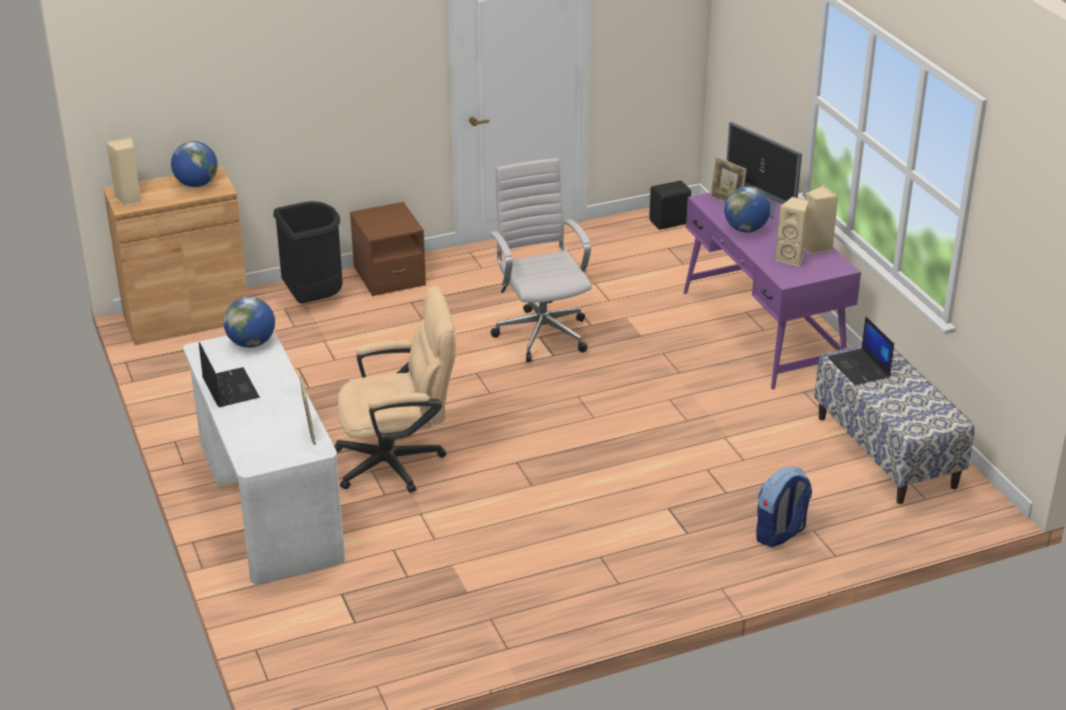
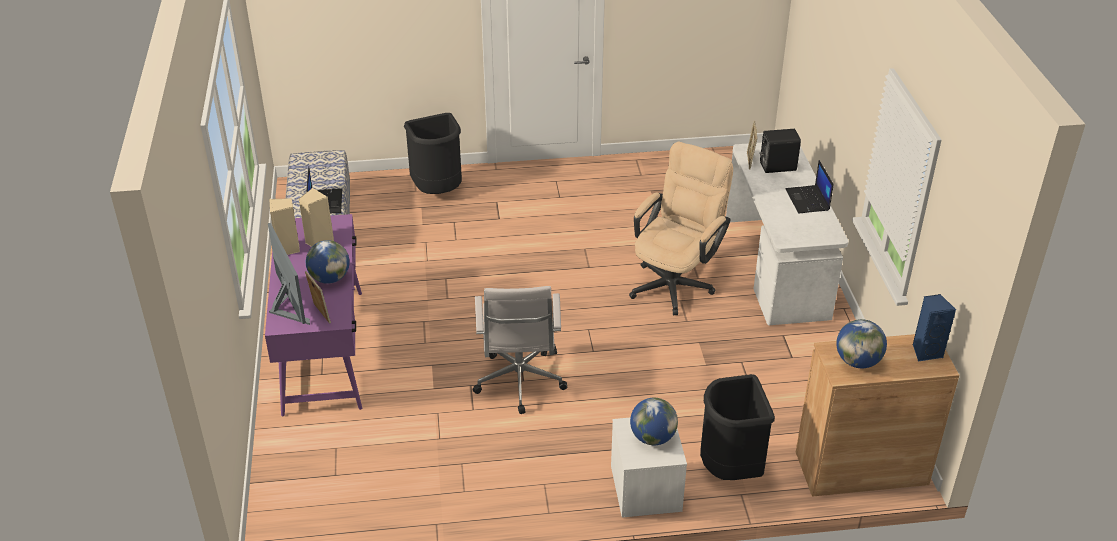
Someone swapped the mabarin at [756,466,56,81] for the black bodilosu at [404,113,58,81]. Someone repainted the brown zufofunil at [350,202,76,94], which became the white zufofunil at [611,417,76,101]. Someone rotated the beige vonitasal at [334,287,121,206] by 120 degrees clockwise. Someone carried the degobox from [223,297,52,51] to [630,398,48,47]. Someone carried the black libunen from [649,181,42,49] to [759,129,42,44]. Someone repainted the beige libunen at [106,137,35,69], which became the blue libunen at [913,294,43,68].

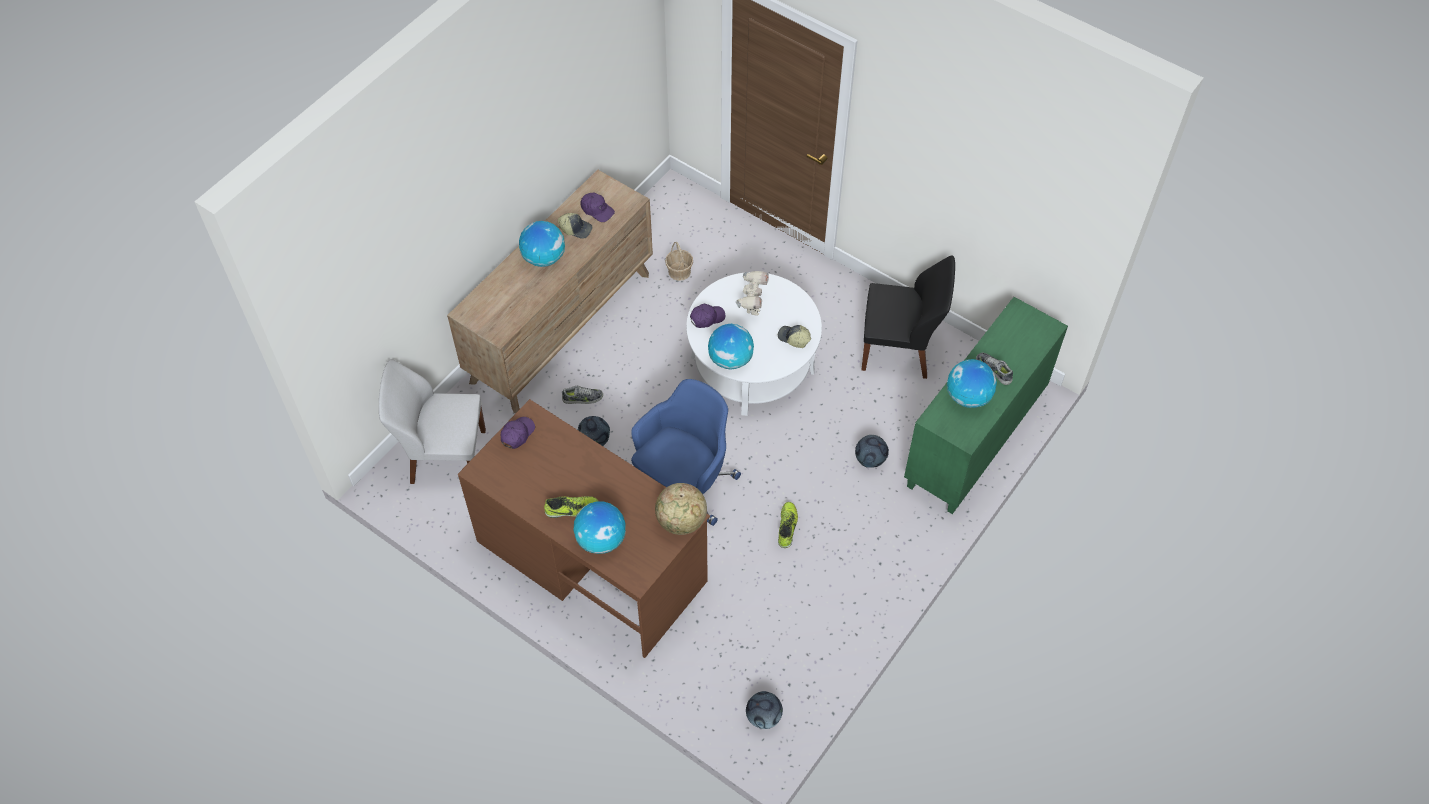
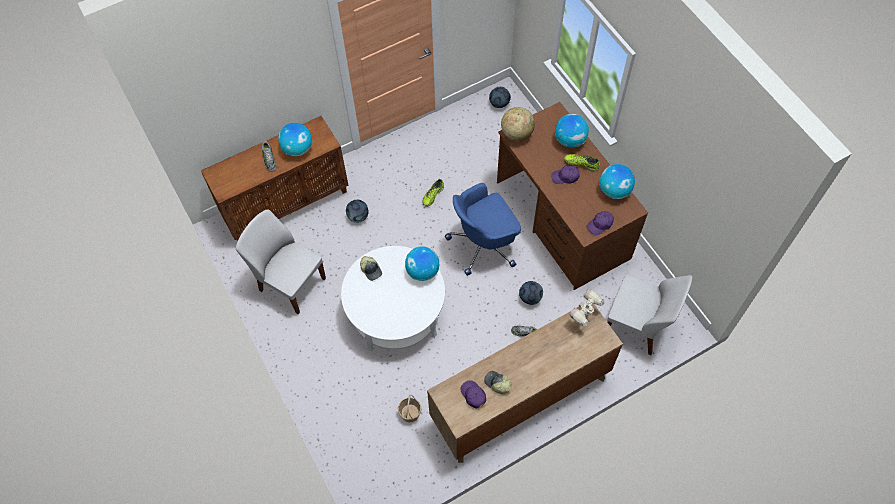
Someone repainted the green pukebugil at [904,297,164,217], which became the brown pukebugil at [201,116,148,125]. Someone repainted the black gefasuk at [861,255,94,124], which became the white gefasuk at [236,209,90,105]. Someone carried the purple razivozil from [690,304,35,24] to [551,166,29,18]. Someone carried the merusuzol from [736,271,33,45] to [569,289,36,38]. Someone carried the degobox from [519,221,46,46] to [599,164,36,35].

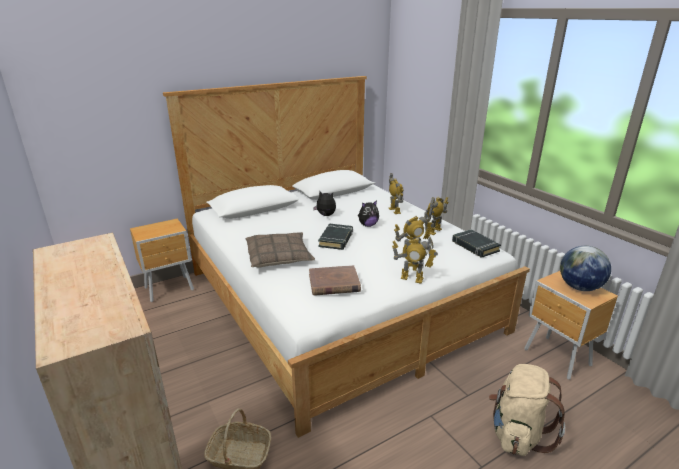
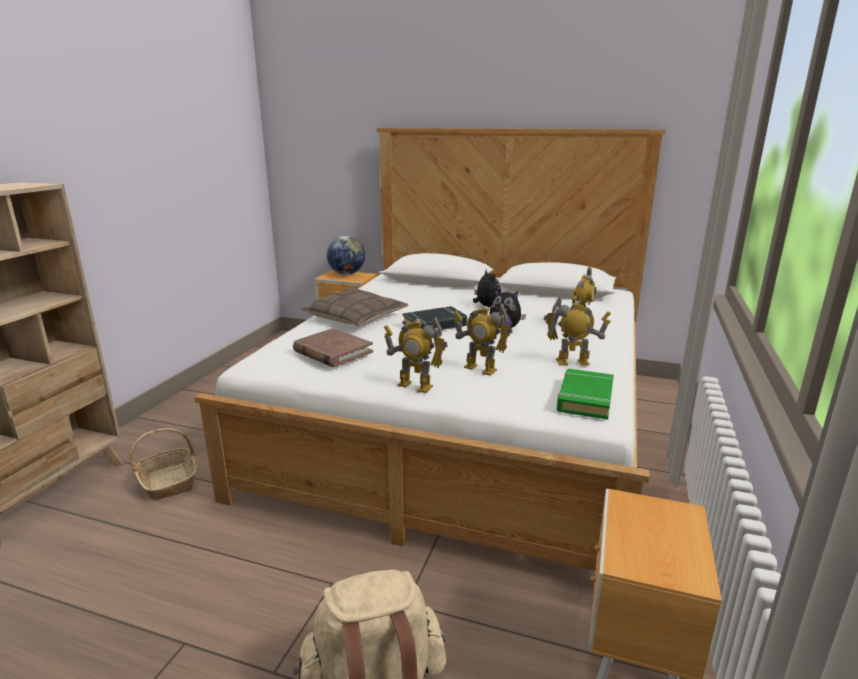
Someone carried the degobox from [560,246,51,45] to [327,236,38,39]. Someone rotated the merusuzol at [392,237,46,47] by 45 degrees counterclockwise. Someone repainted the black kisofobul at [452,229,49,29], which became the green kisofobul at [557,369,57,51].

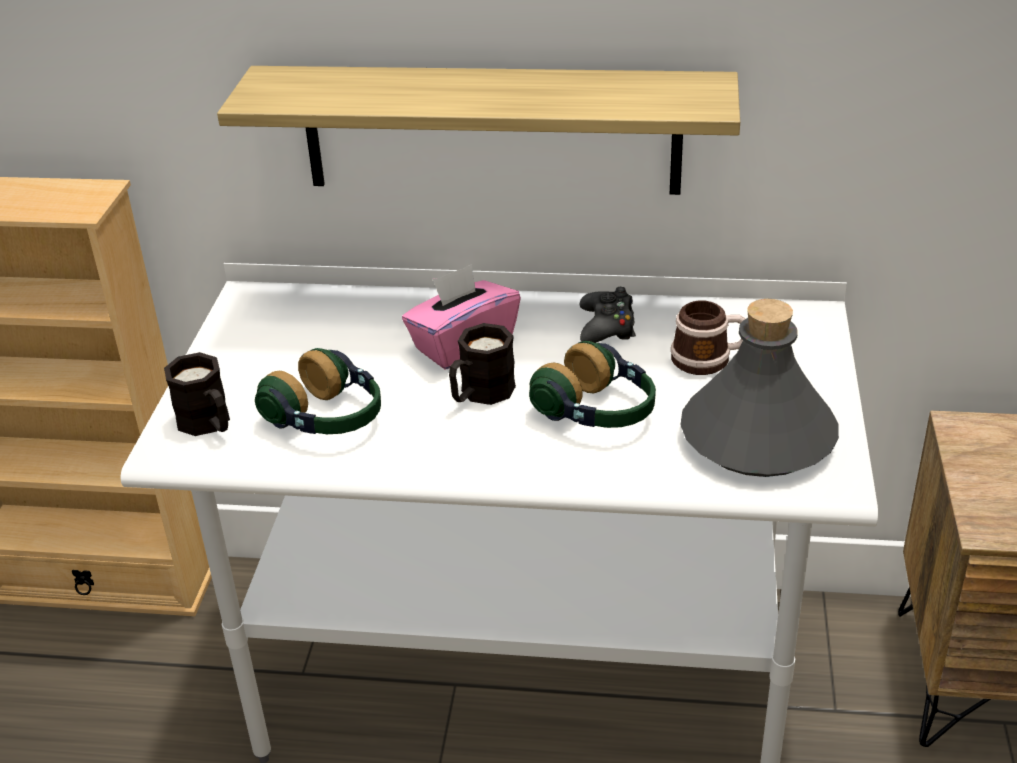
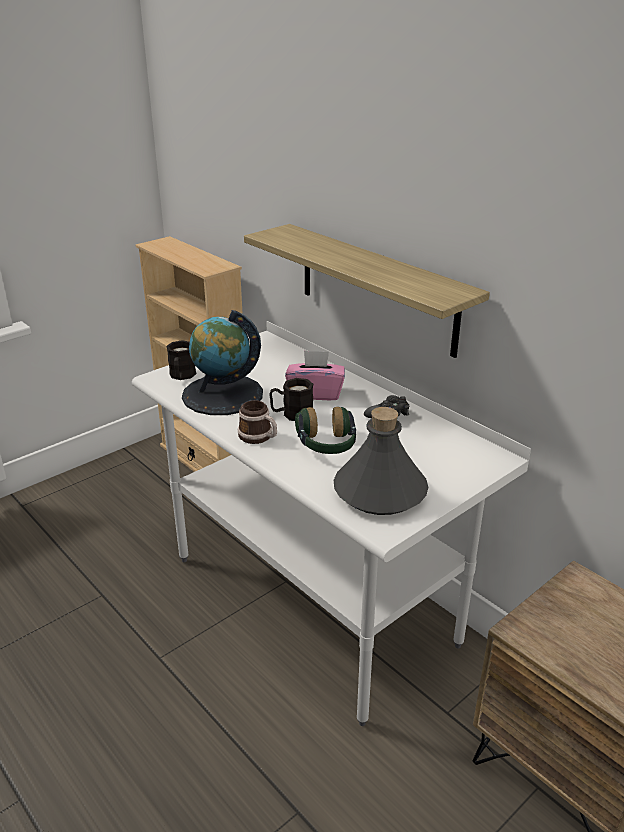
Someone swapped the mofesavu at [255,348,126,86] for the degobox at [182,310,81,105]. Someone carried the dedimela from [671,300,75,75] to [238,400,39,44].

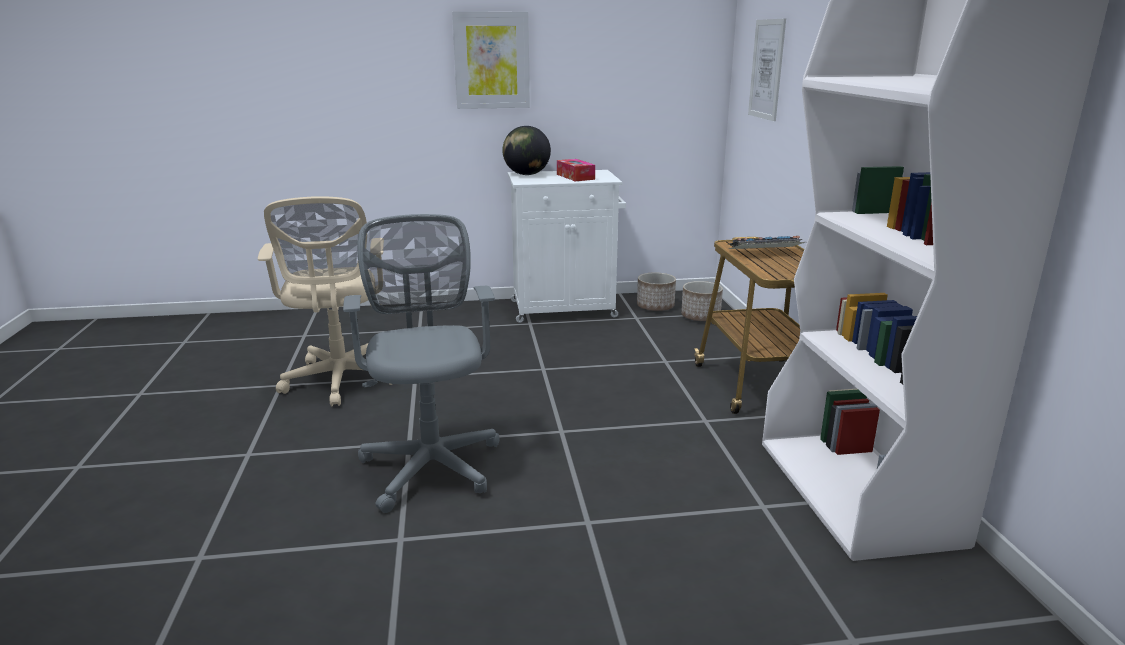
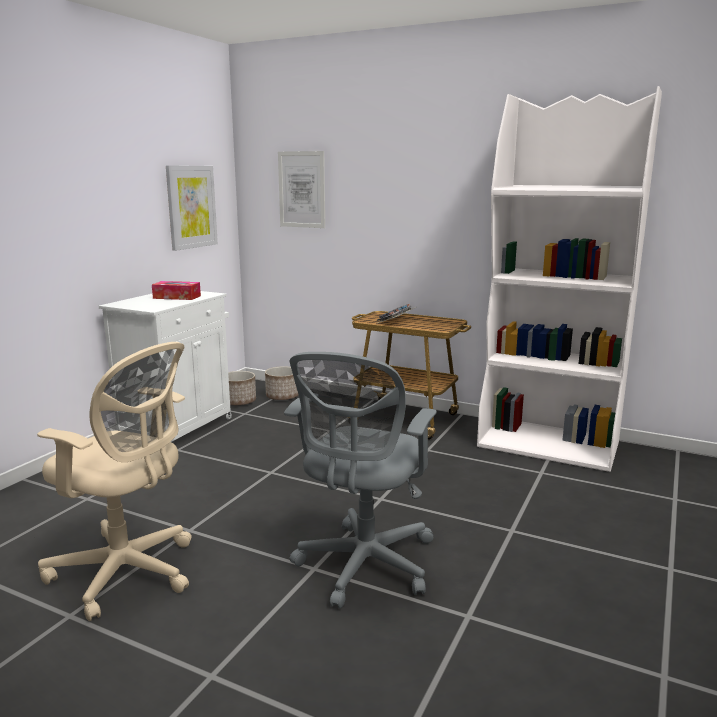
Someone carried the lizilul from [452,11,78,98] to [166,165,52,86]. Someone rotated the grey vonitasal at [343,214,157,299] by 90 degrees counterclockwise. Someone took away the degobox at [502,126,49,49].

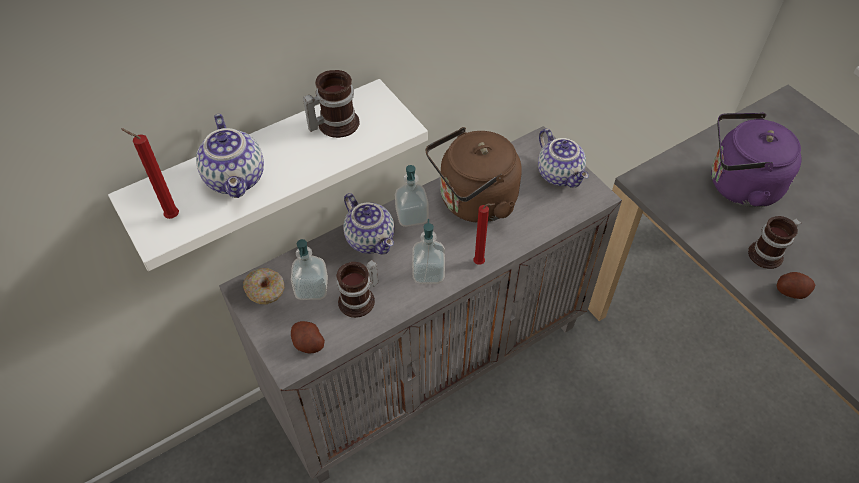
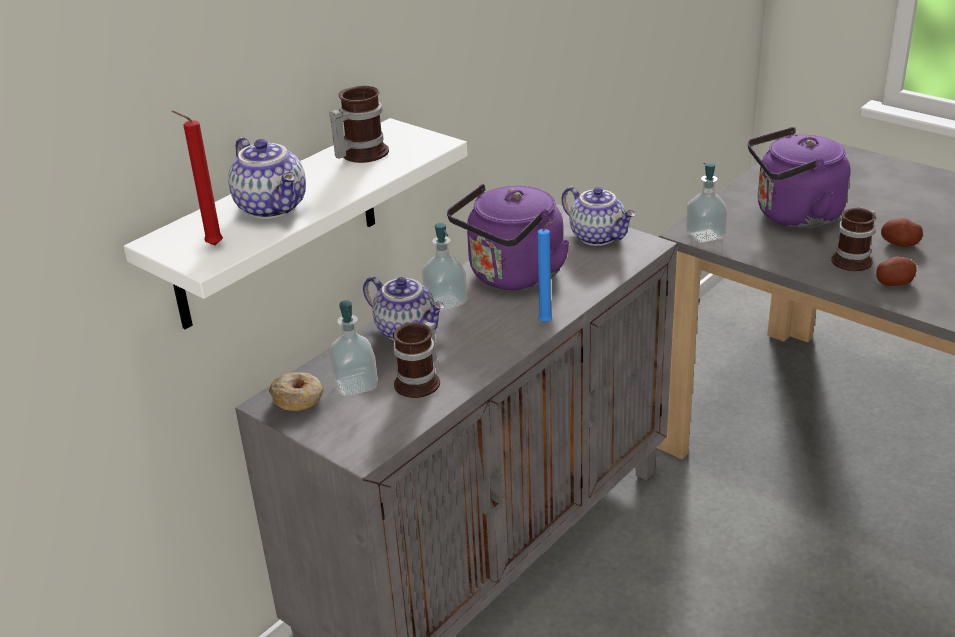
Someone repainted the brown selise at [426,127,96,96], which became the purple selise at [447,184,123,106]. Someone repainted the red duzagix at [473,203,22,62], which became the blue duzagix at [537,220,19,103]. Someone carried the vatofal from [412,219,33,65] to [686,163,41,80]. Someone carried the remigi from [291,321,34,33] to [881,218,42,29].

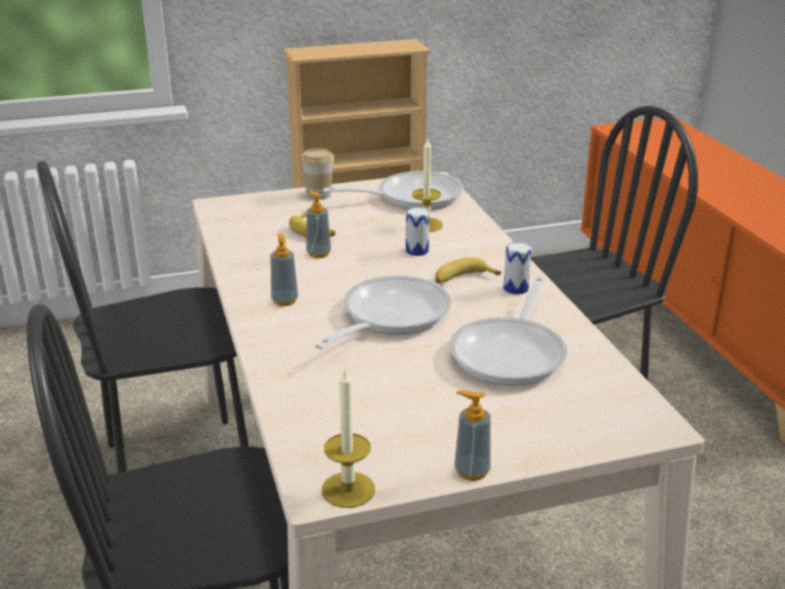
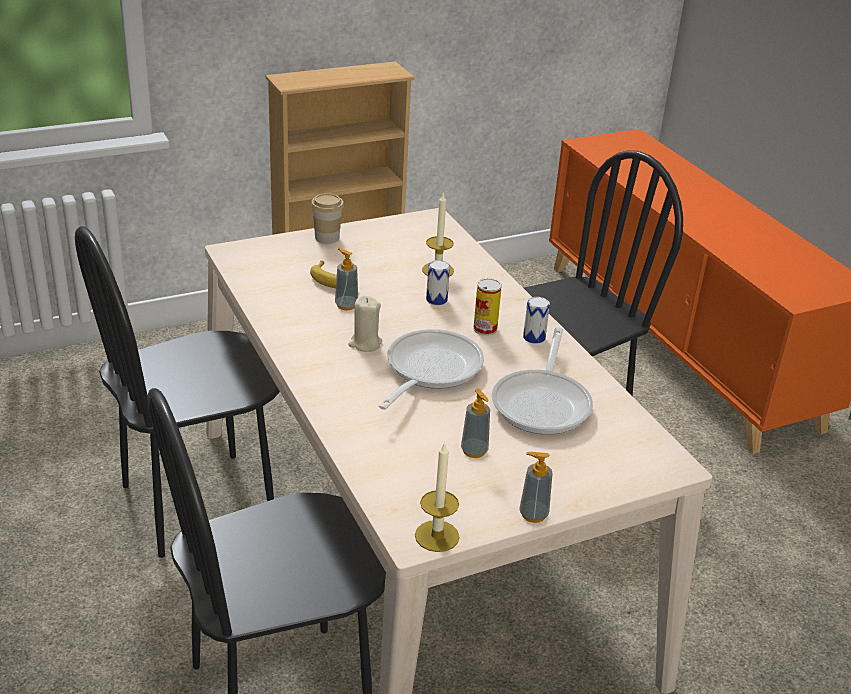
Someone put down the beige duzagix at [348,296,34,56]. Someone carried the vatofal from [271,234,27,72] to [461,389,29,69]. Someone swapped the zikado at [435,258,66,25] for the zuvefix at [473,278,29,58]. Someone took away the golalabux at [323,171,141,39].

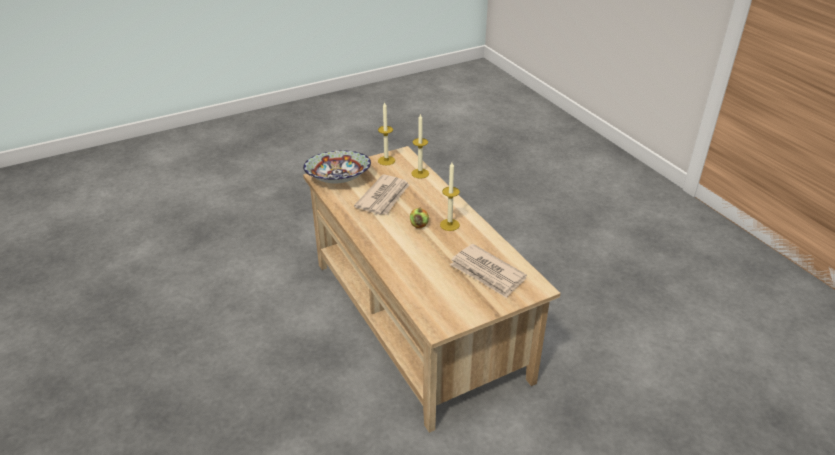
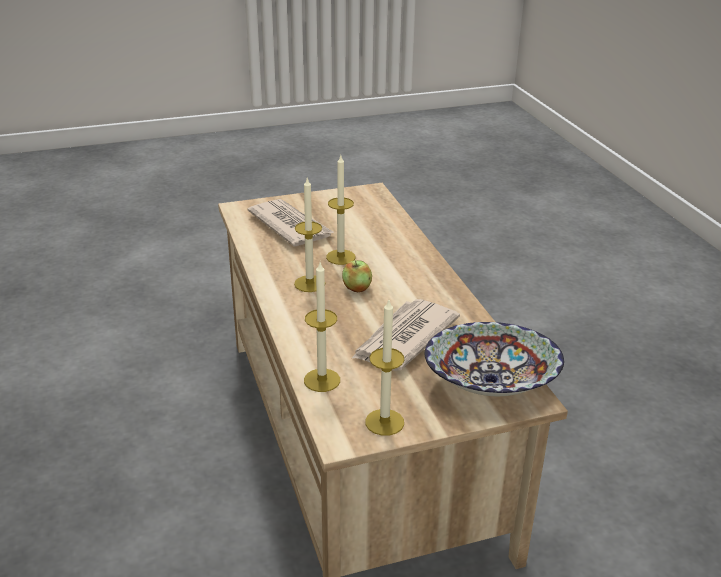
Someone put down the duzagix at [326,156,29,109].

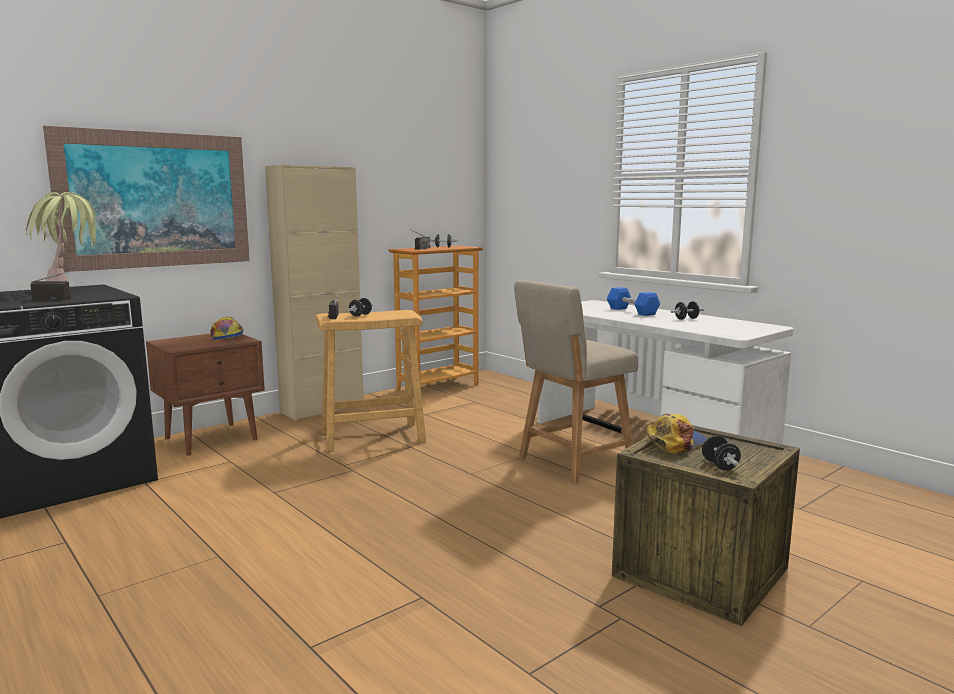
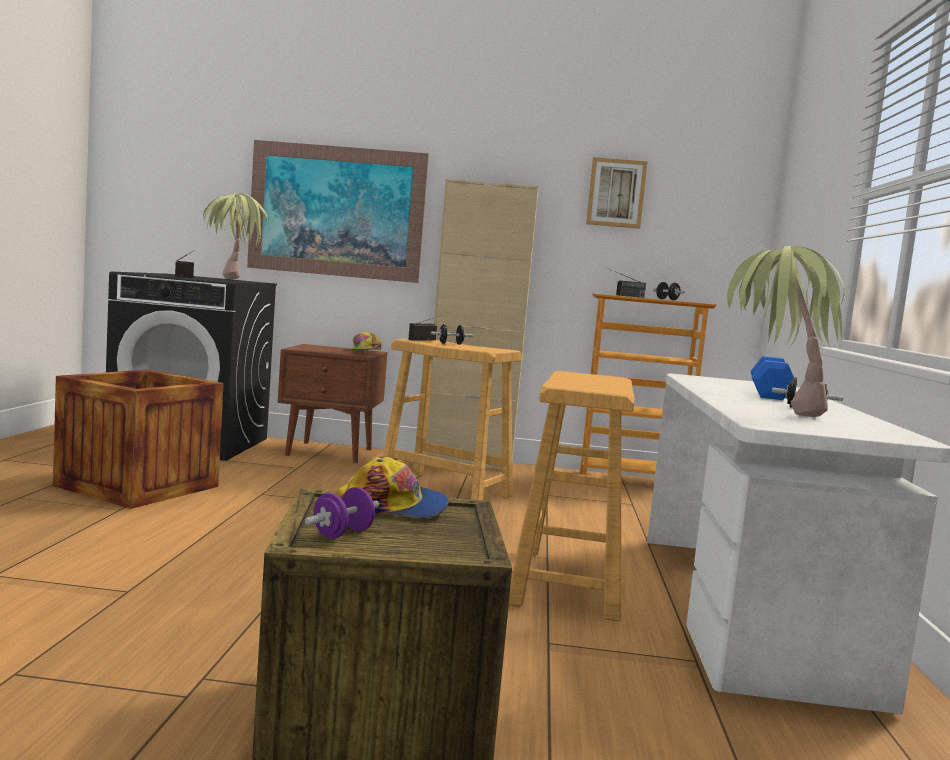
Someone put down the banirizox at [53,370,171,139]. Someone repainted the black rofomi at [702,435,39,36], which became the purple rofomi at [305,487,74,52]. Someone swapped the beige gefasuk at [514,280,124,204] for the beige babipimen at [509,371,126,250]. Someone put up the lizilul at [586,157,62,72]. Someone put down the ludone at [720,246,125,171].

